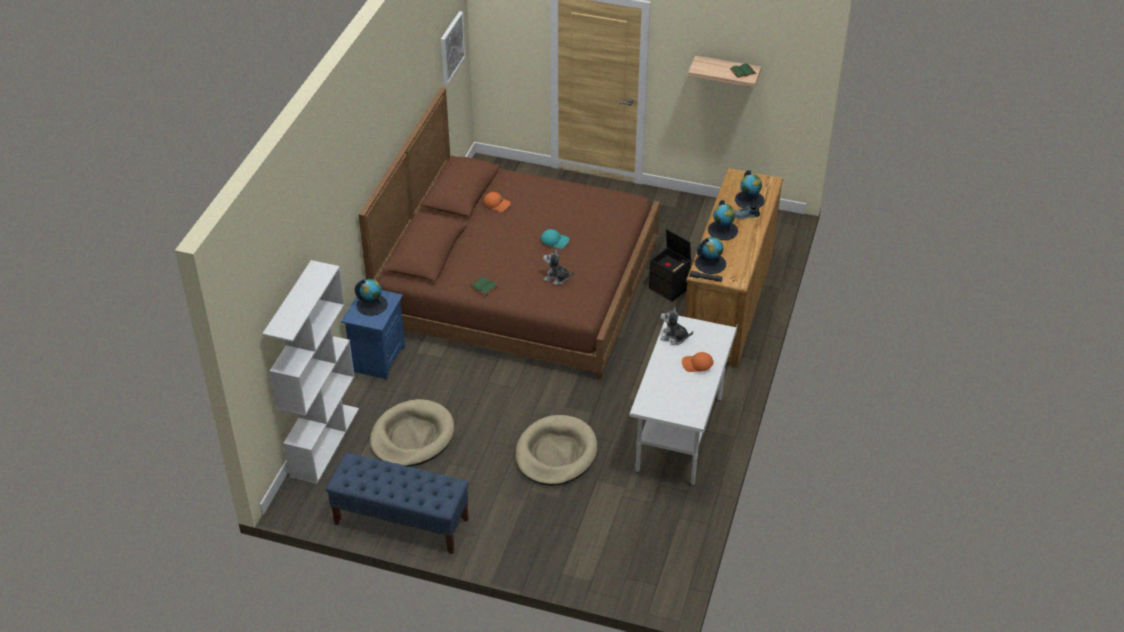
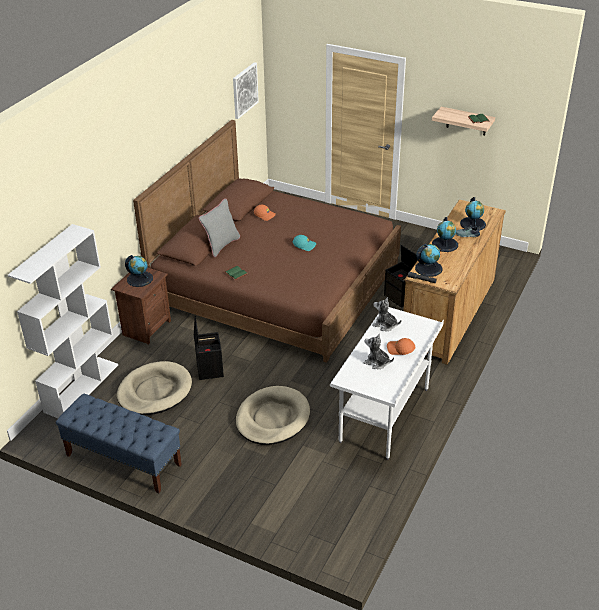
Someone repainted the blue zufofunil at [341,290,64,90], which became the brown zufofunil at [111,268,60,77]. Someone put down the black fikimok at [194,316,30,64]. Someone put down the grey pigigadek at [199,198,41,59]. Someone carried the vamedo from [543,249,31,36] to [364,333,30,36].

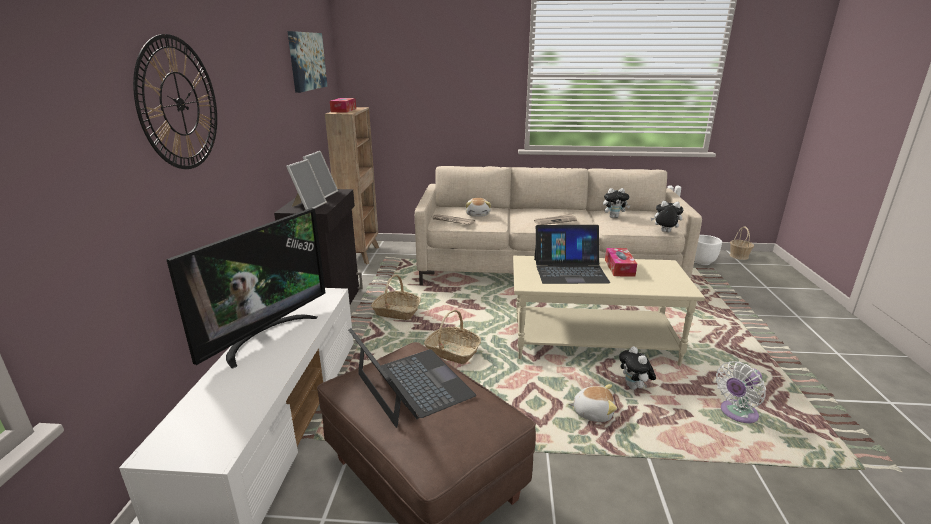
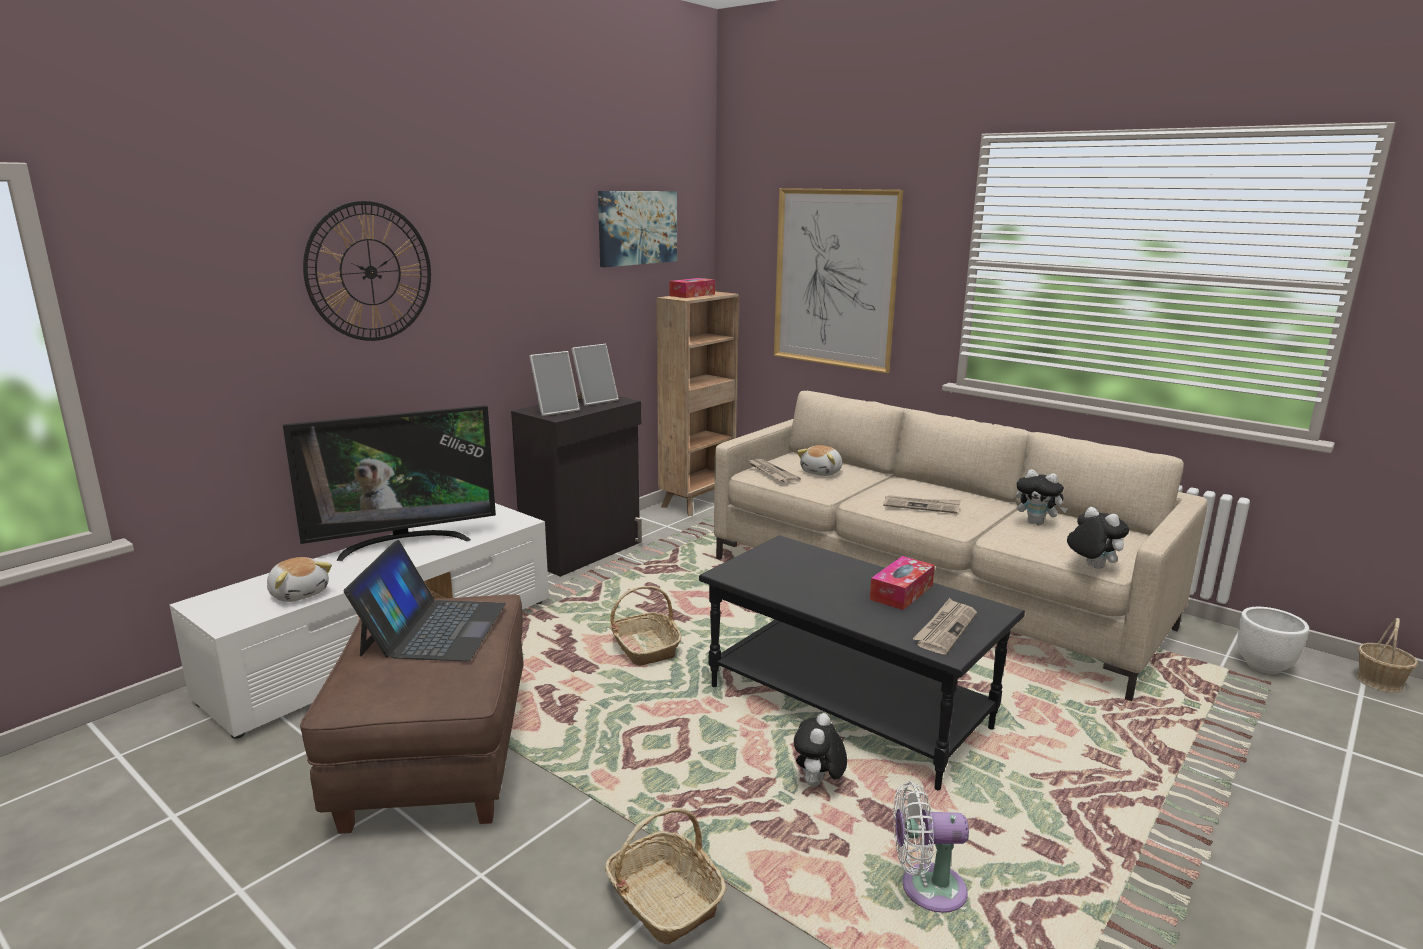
Someone carried the vamedo from [568,384,49,38] to [267,557,65,45]. Someone carried the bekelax from [371,275,50,45] to [605,807,122,138]. Someone repainted the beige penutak at [513,256,192,110], which became the black penutak at [699,535,326,255]. Someone put up the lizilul at [774,188,129,185]. Someone put down the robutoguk at [913,598,64,56]. Someone took away the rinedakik at [534,225,76,59].

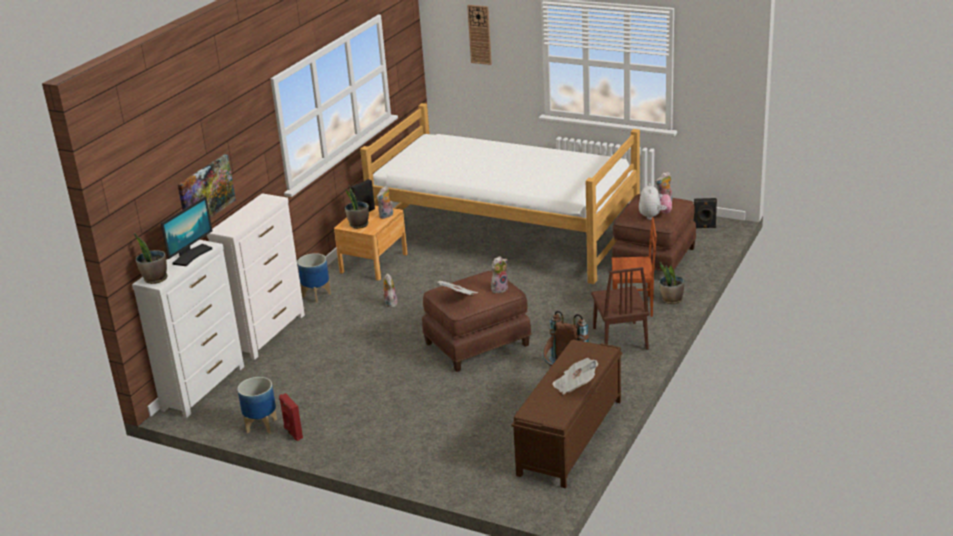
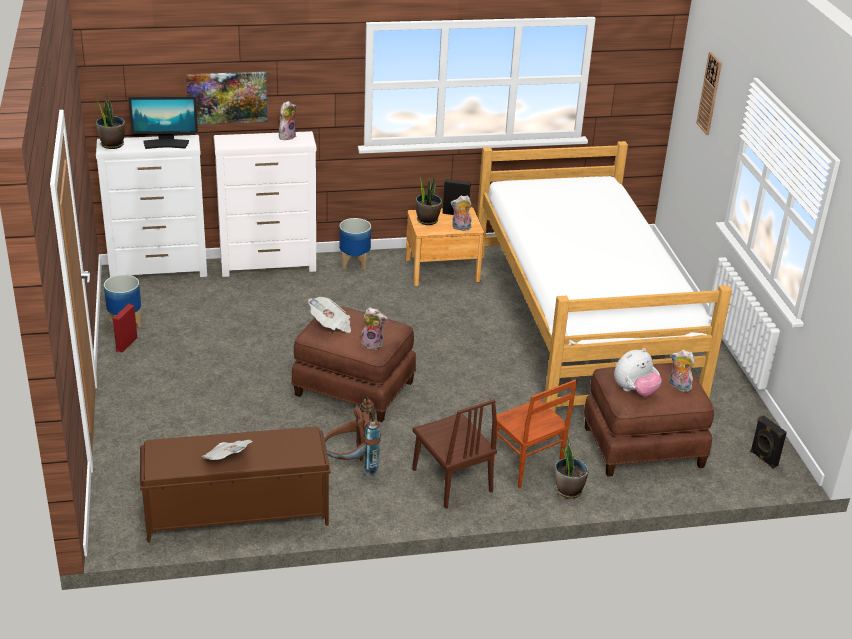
Someone carried the vamedo from [381,273,17,34] to [279,101,17,39]. Someone rotated the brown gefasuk at [591,267,58,83] by 75 degrees counterclockwise.

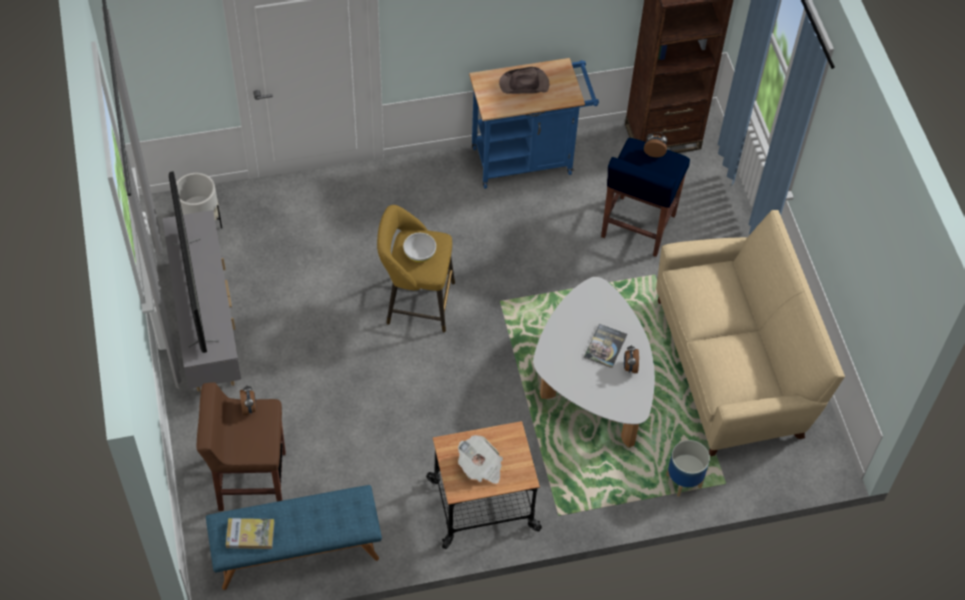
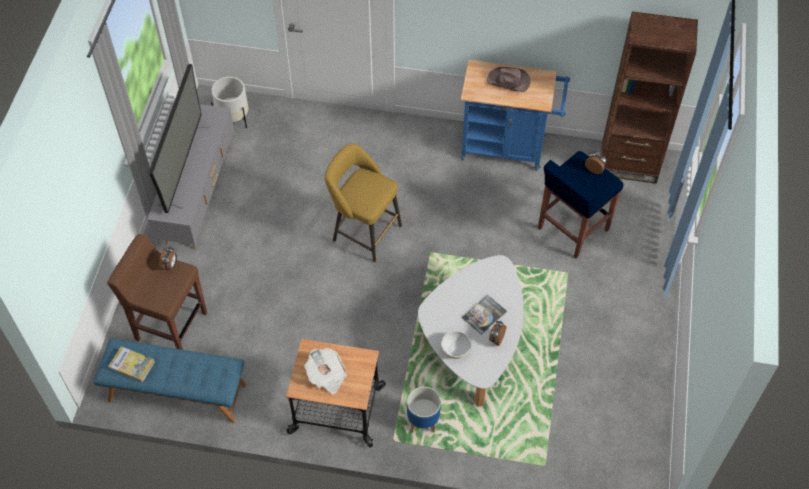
Someone carried the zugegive from [666,440,44,57] to [407,387,34,46]. Someone carried the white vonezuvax from [403,233,33,29] to [441,331,30,28]. Someone took away the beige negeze at [656,210,189,246].

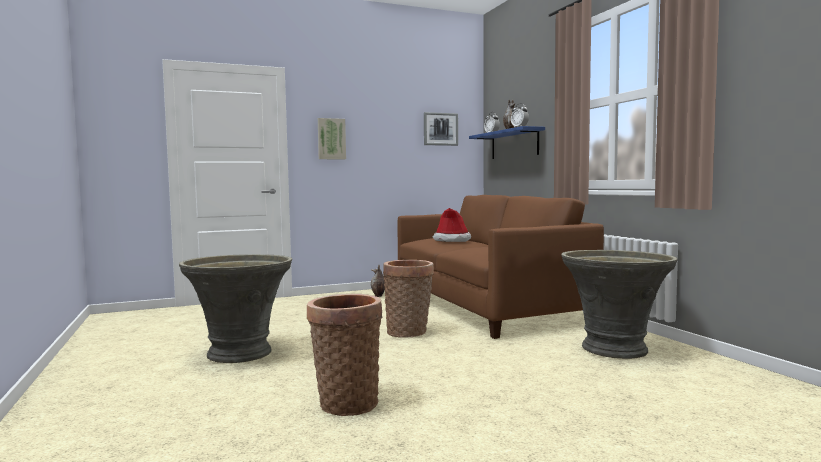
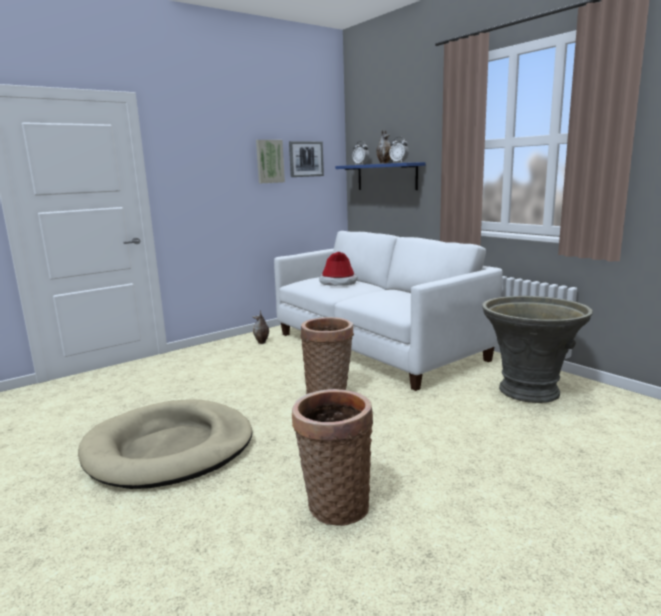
Someone swapped the grey zugegive at [179,254,113,109] for the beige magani at [78,399,174,90]. Someone carried the lizilul from [318,118,28,41] to [256,140,29,43]. Someone repainted the brown negeze at [398,195,206,144], which became the white negeze at [274,231,229,160].

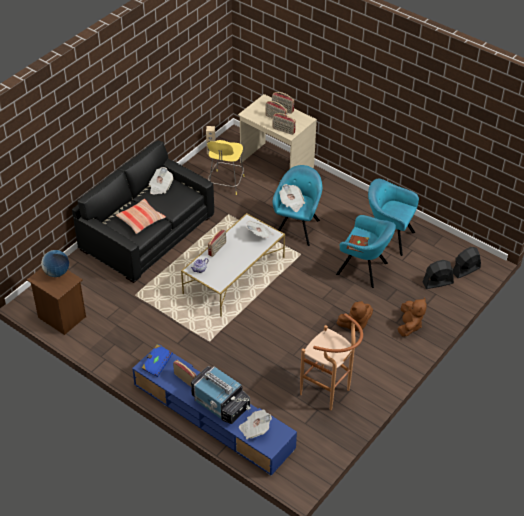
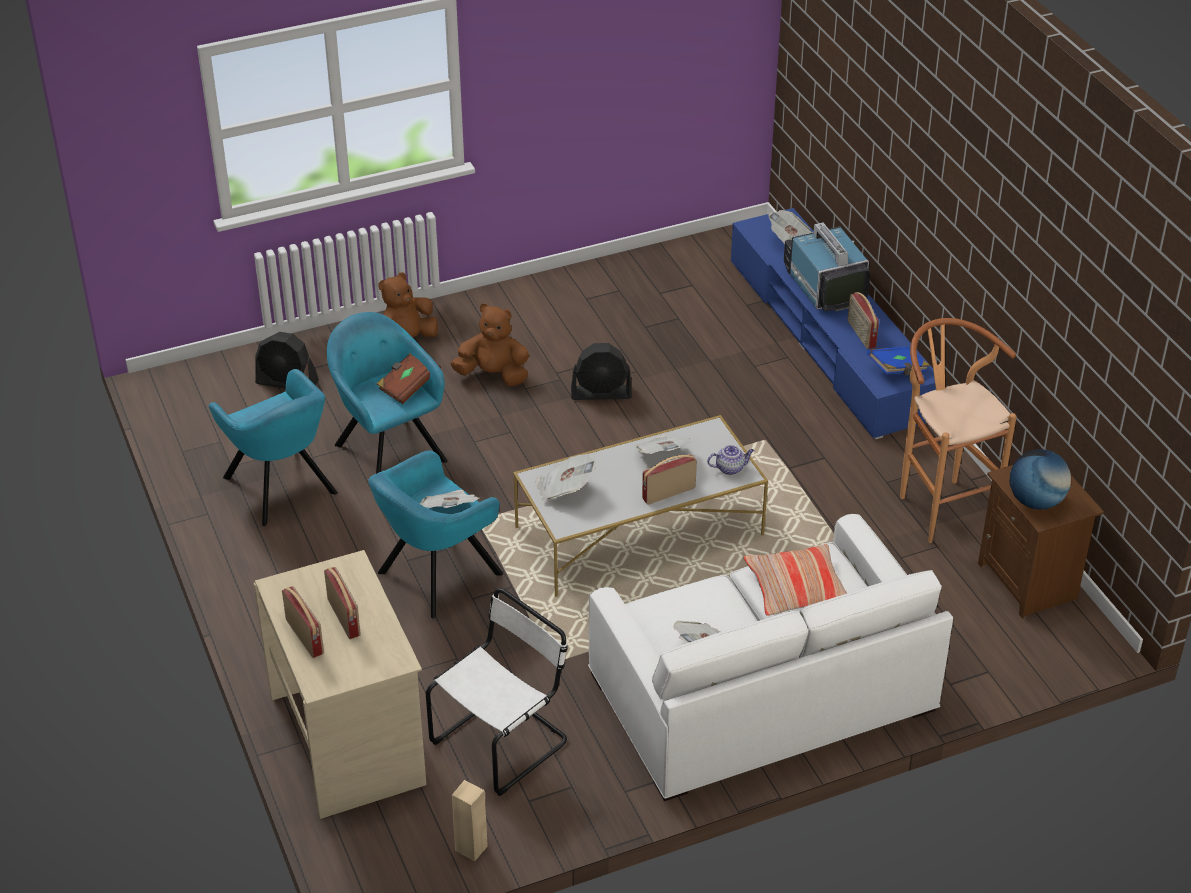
Someone swapped the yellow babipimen at [207,140,37,55] for the white gefasuk at [426,588,141,208]. Someone carried the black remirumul from [453,247,28,31] to [571,343,61,57]. Someone repainted the black negeze at [72,140,142,143], which became the white negeze at [588,514,365,287]. Someone put down the robutoguk at [635,435,57,19]. Someone carried the brown babipimen from [300,313,63,97] to [900,318,117,225]. Someone took away the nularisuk at [273,113,23,22].

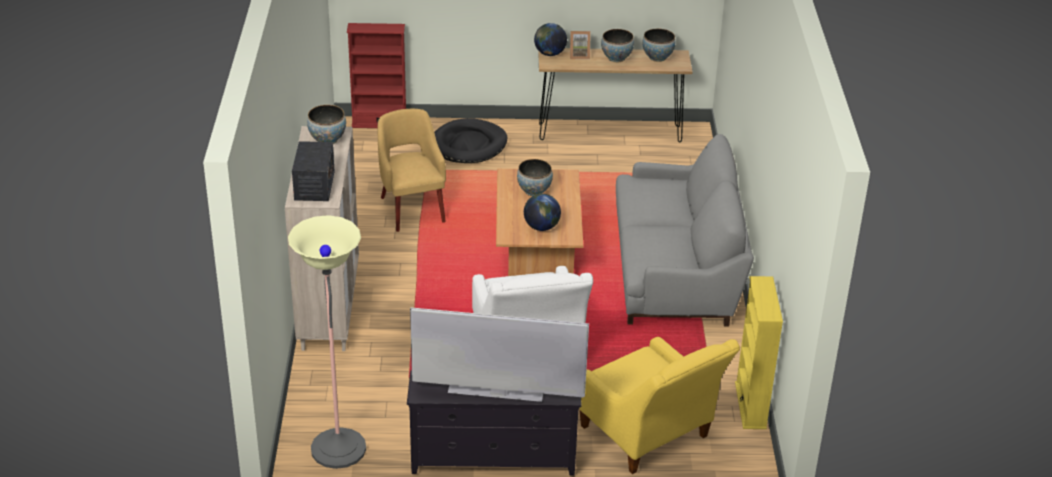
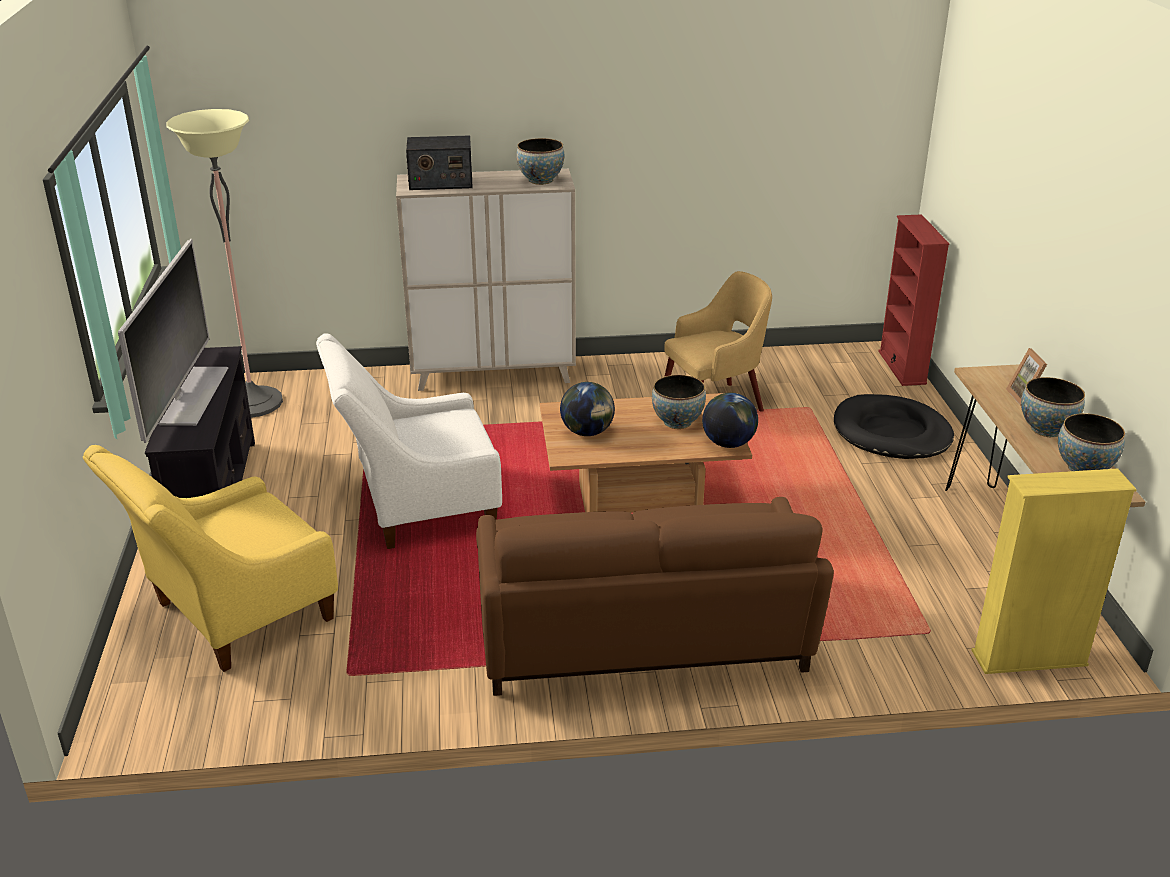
Someone repainted the grey negeze at [616,134,138,192], which became the brown negeze at [476,497,358,199]. Someone carried the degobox from [534,23,33,33] to [702,393,56,55]. Someone carried the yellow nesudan from [735,276,48,153] to [971,469,166,205].

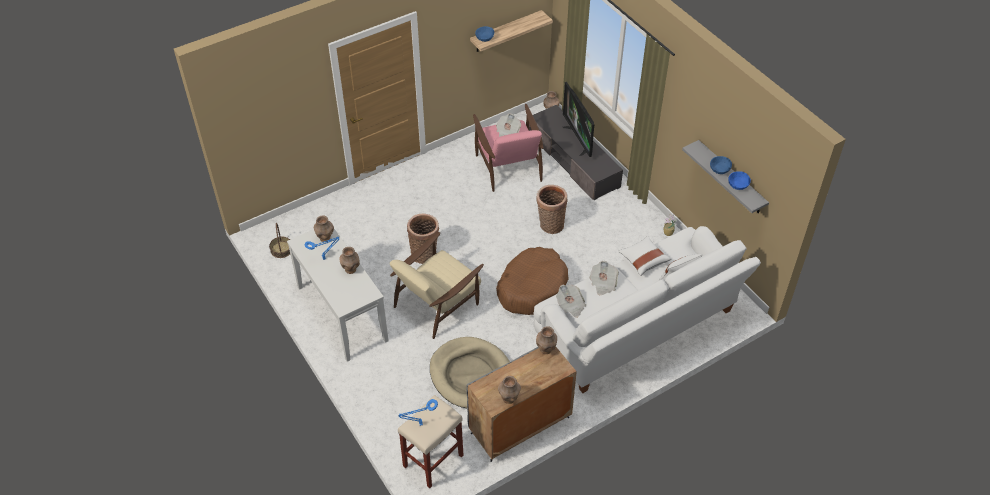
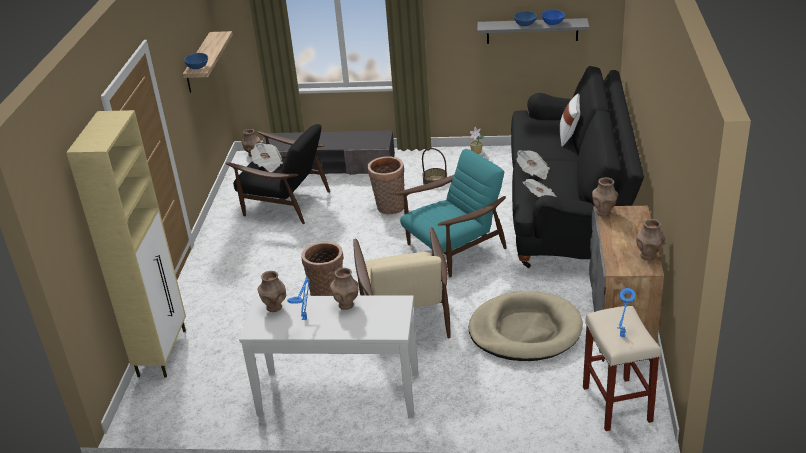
Someone put down the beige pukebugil at [66,110,120,267]. Someone repainted the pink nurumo at [473,104,71,88], which became the black nurumo at [226,124,104,100]. Someone swapped the brown magani at [496,247,73,68] for the turquoise nurumo at [395,149,111,128]. Someone carried the bekelax from [269,223,21,35] to [422,148,25,40]. Someone repainted the white negeze at [533,226,228,167], which became the black negeze at [511,66,133,202]. Someone took away the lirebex at [563,82,31,75]. Someone took away the white pigigadek at [618,236,53,40].

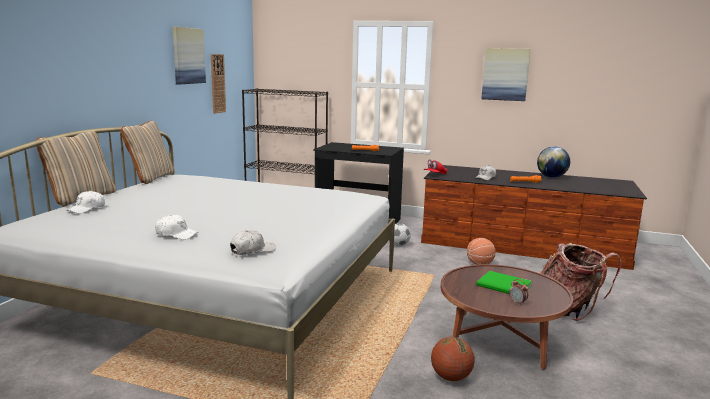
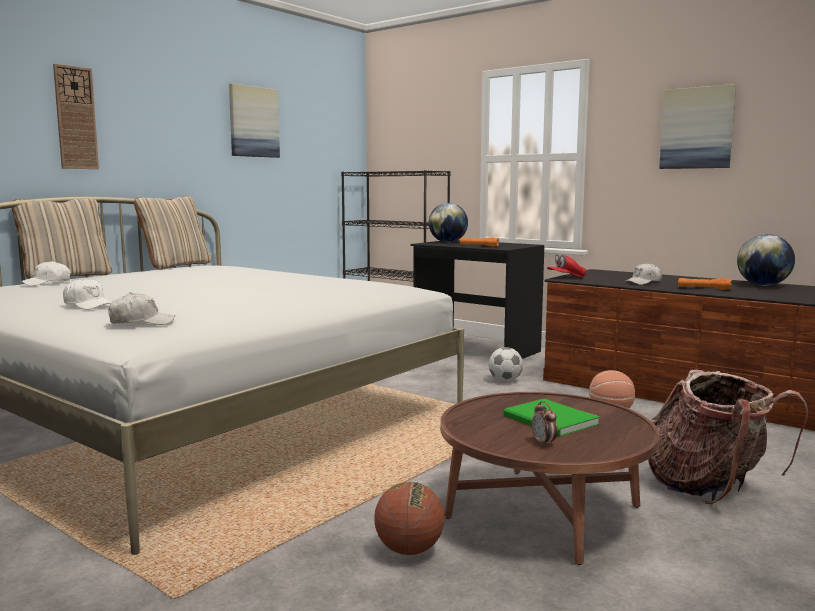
Someone carried the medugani from [211,54,15,60] to [53,64,46,105]. Someone put down the degobox at [429,203,39,40].

